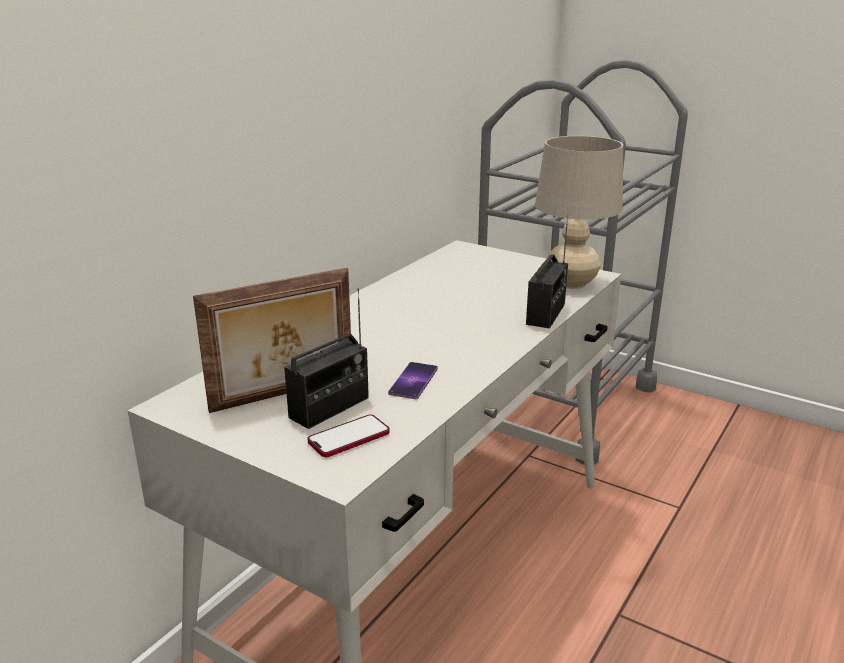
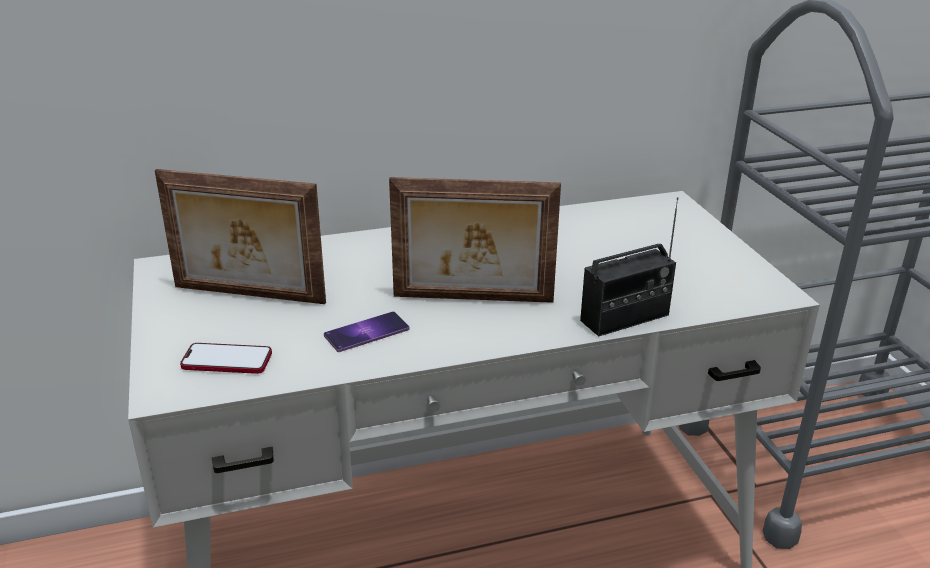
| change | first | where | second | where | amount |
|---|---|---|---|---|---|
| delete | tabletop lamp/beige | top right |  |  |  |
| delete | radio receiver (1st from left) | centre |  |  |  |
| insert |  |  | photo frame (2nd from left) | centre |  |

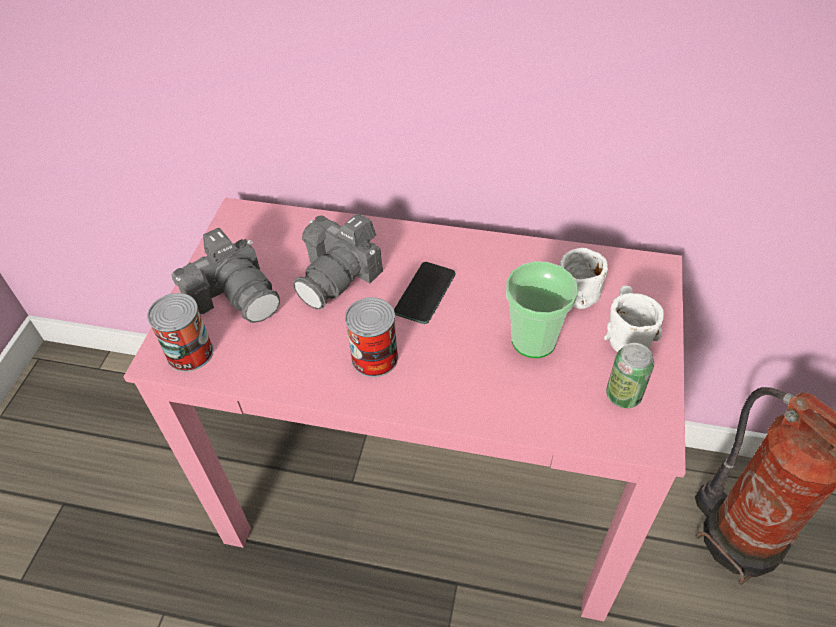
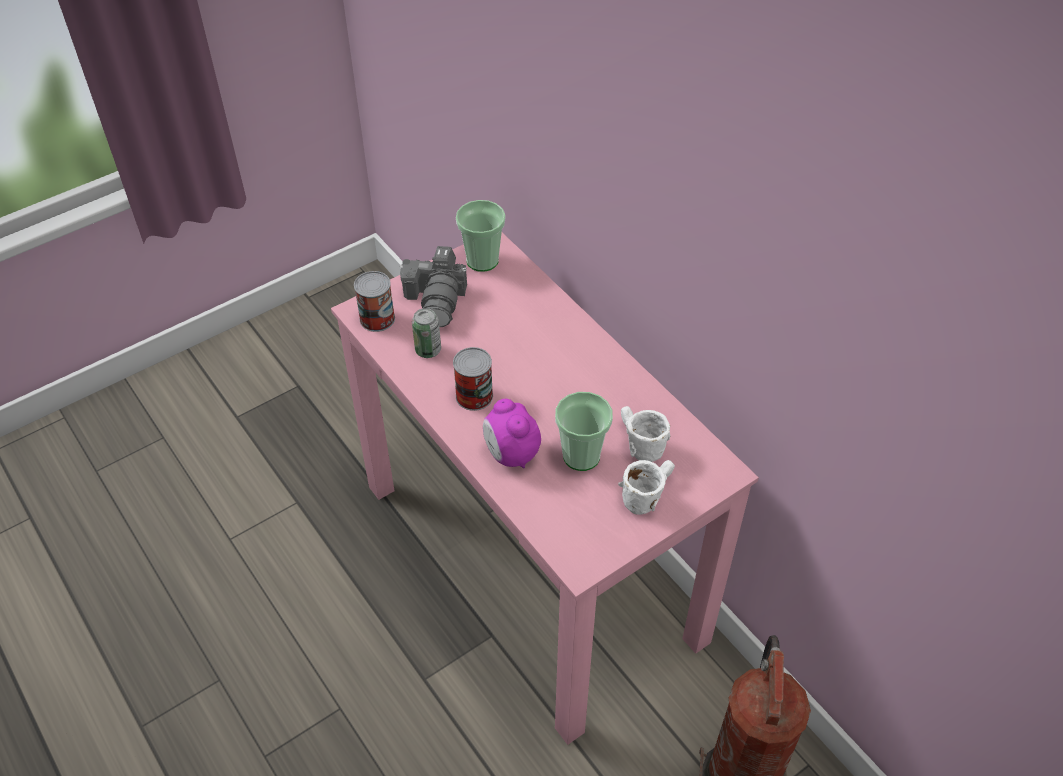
| change | first | where | second | where | amount |
|---|---|---|---|---|---|
| delete | photo camera (2nd from left) | centre |  |  |  |
| delete | handset | centre |  |  |  |
| move | can (3rd from left in the first image) | middle right | can (2nd from left) | centre |  |
| insert |  |  | small cup (1st from left) | top centre |  |
| insert |  |  | alarm clock | centre |  |

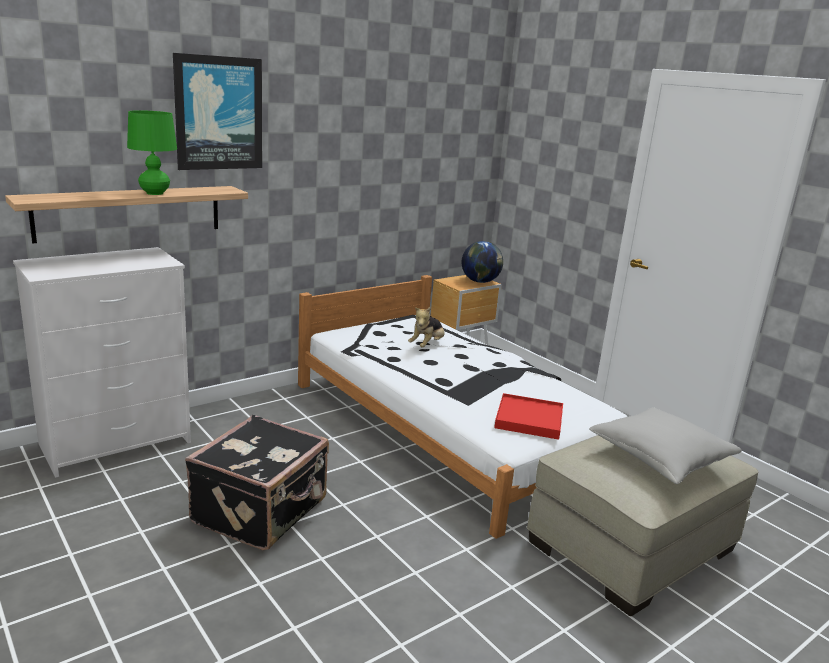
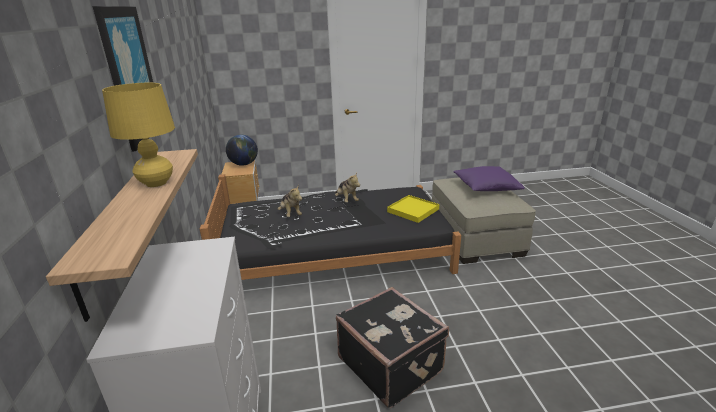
| change | first | where | second | where | amount |
|---|---|---|---|---|---|
| recolor | tabletop lamp/green | top left | tabletop lamp/yellow | top left |  |
| recolor | bedroom bed/white | centre | bedroom bed/black | centre |  |
| recolor | carrying tray/reddish | centre | carrying tray/yellow | centre |  |
| recolor | throw pillow/gray | bottom right | throw pillow/purple-coloured | middle right |  |
| insert |  |  | cuddly toy (2nd from left) | centre |  |

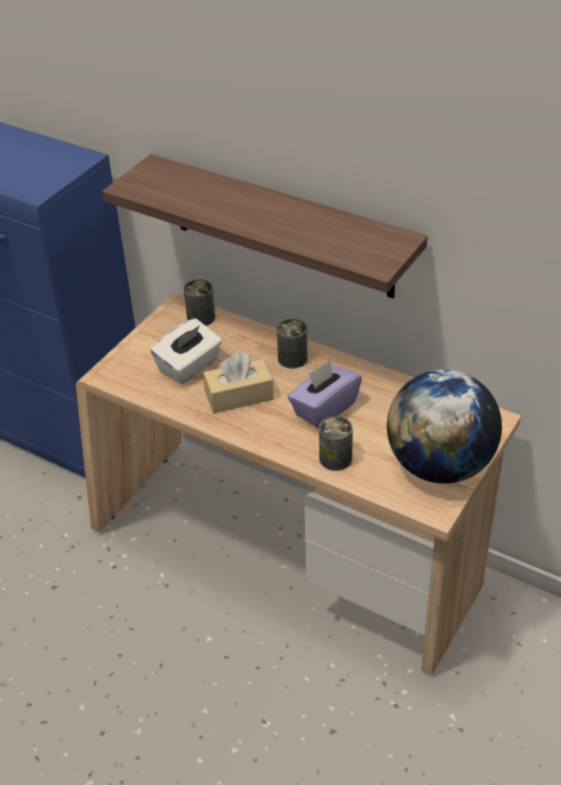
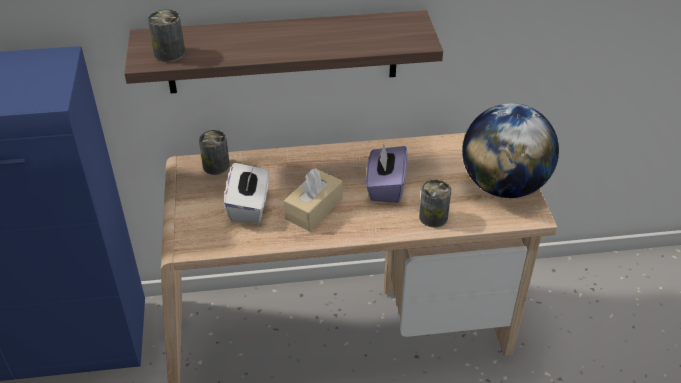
| change | first | where | second | where | amount |
|---|---|---|---|---|---|
| move | can (2nd from left in the first image) | centre | can (1st from left) | top left |  |

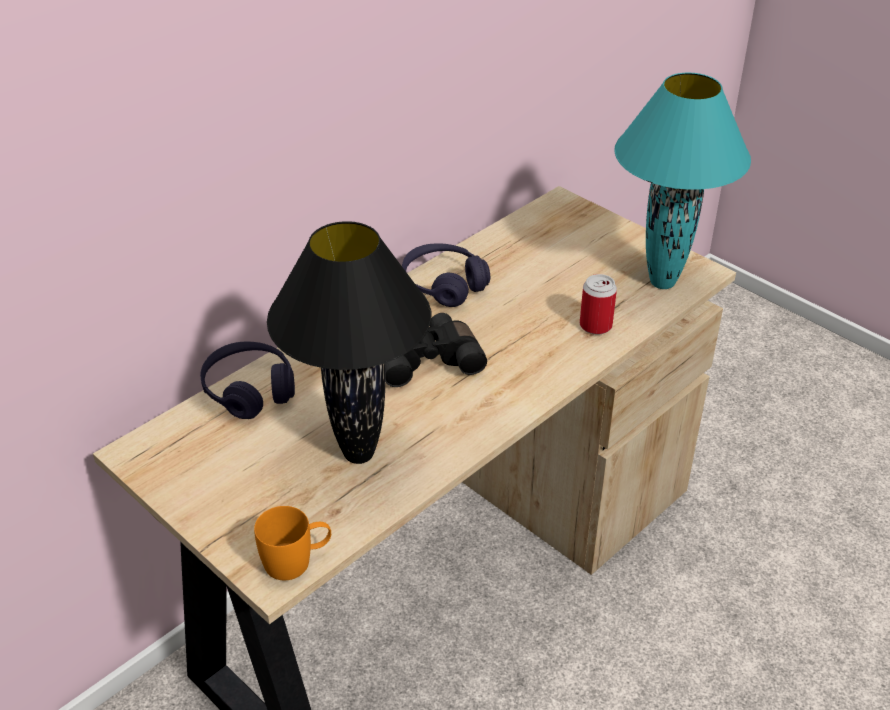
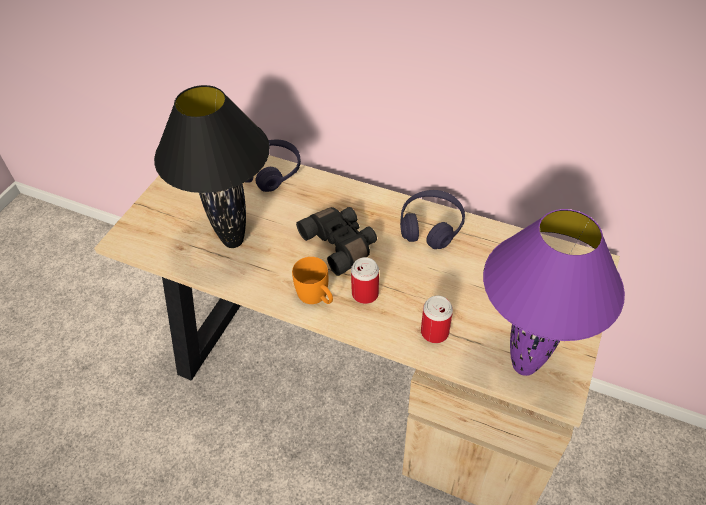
| change | first | where | second | where | amount |
|---|---|---|---|---|---|
| recolor | tabletop lamp/turquoise | top right | tabletop lamp/purple-coloured | middle right |  |
| move | tea mug/orangey | bottom left |  | centre |  |
| insert |  |  | can (1st from left) | centre |  |

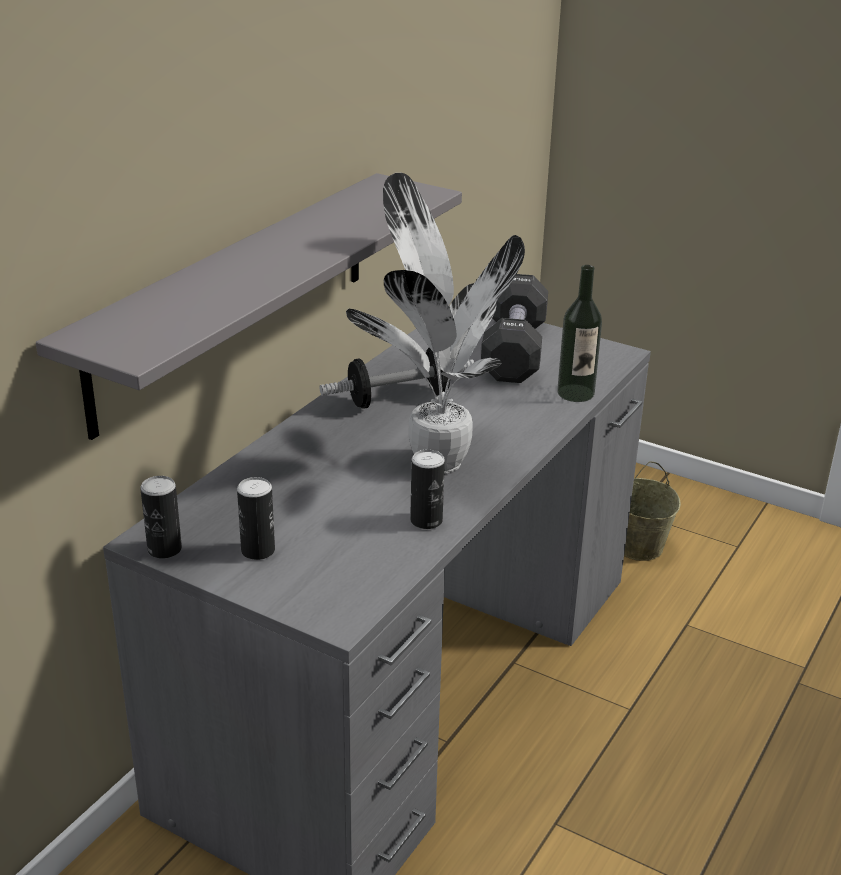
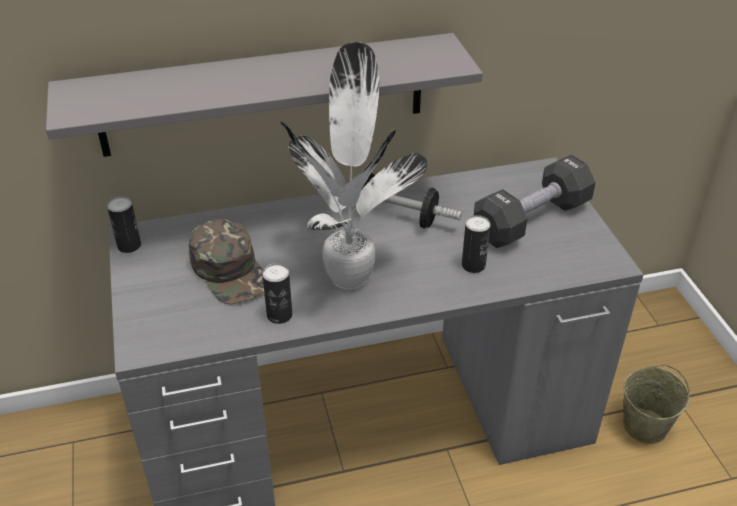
| change | first | where | second | where | amount |
|---|---|---|---|---|---|
| delete | beverage bottle | middle right |  |  |  |
| move | can (2nd from left in the first image) | middle left | can (3rd from left) | centre |  |
| insert |  |  | baseball cap/green | middle left |  |

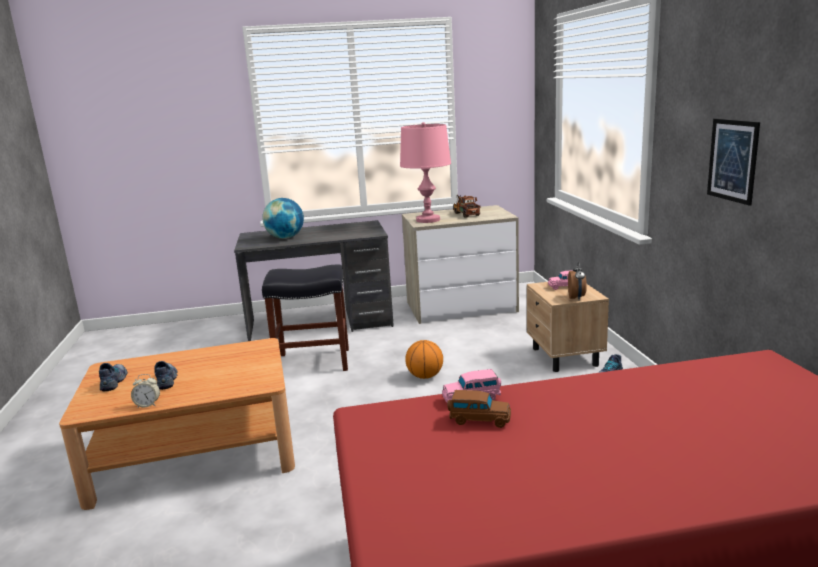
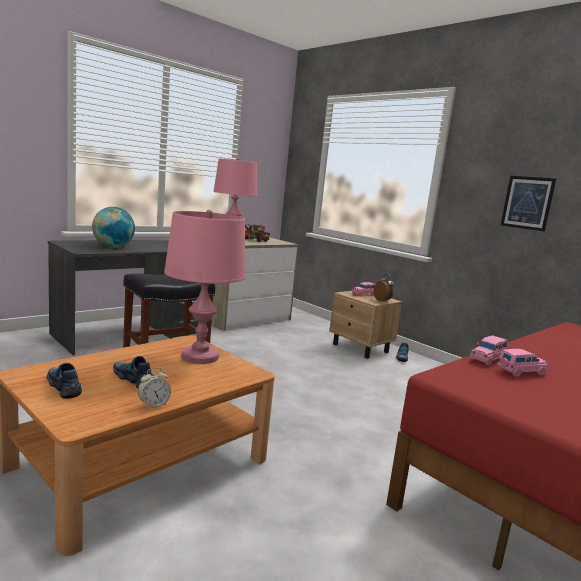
| change | first | where | second | where | amount |
|---|---|---|---|---|---|
| delete | basketball ball | centre |  |  |  |
| recolor | model car/brown-coloured | bottom centre | model car/pinkish (3rd from left) | middle right |  |
| insert |  |  | tabletop lamp/pinkish (1st from left) | centre |  |

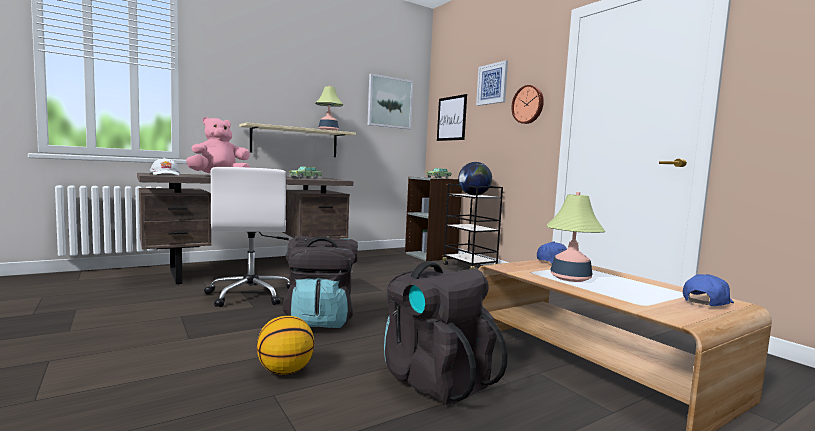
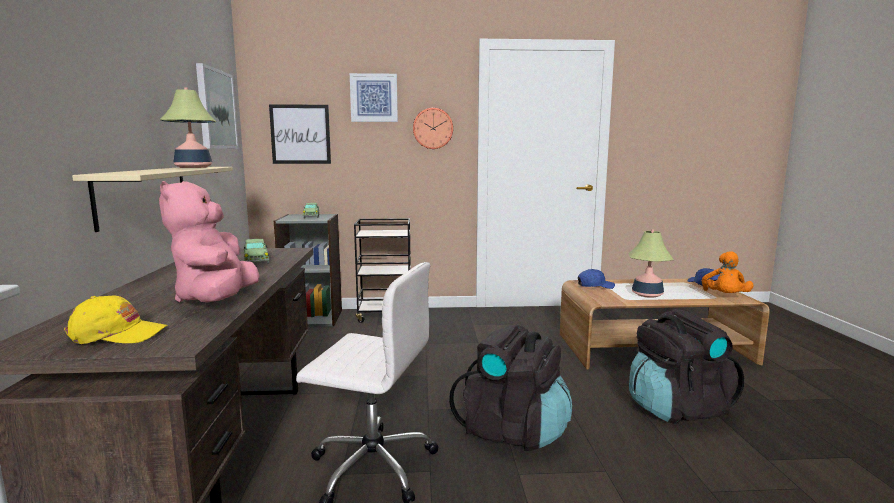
| change | first | where | second | where | amount |
|---|---|---|---|---|---|
| recolor | baseball cap/white | middle left | baseball cap/yellow | middle left |  |
| delete | world globe | centre |  |  |  |
| delete | basketball ball | bottom centre |  |  |  |
| insert |  |  | cuddly toy/orangey | middle right |  |

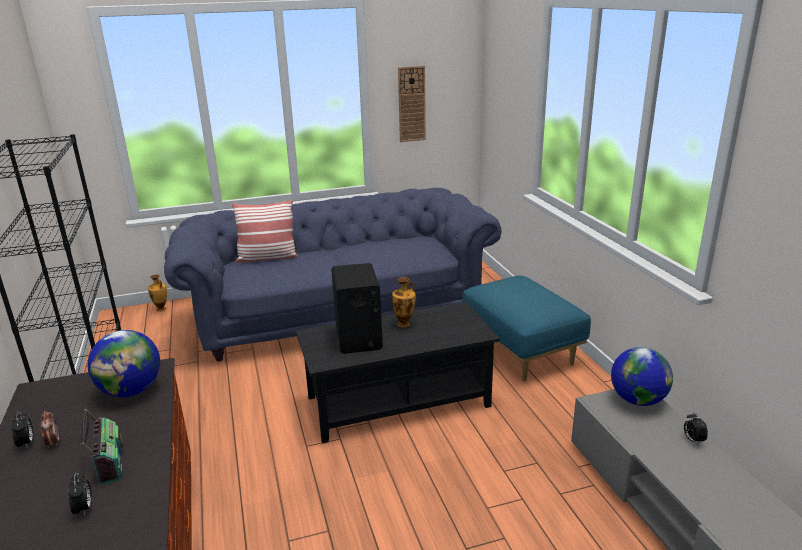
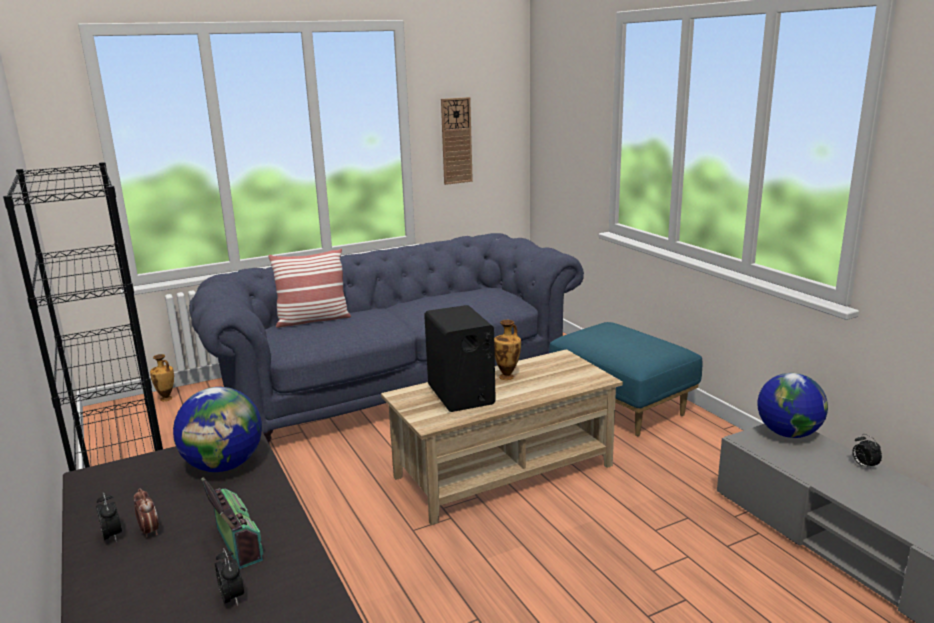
| change | first | where | second | where | amount |
|---|---|---|---|---|---|
| recolor | lounge table/black | bottom centre | lounge table/beige | bottom centre |  |

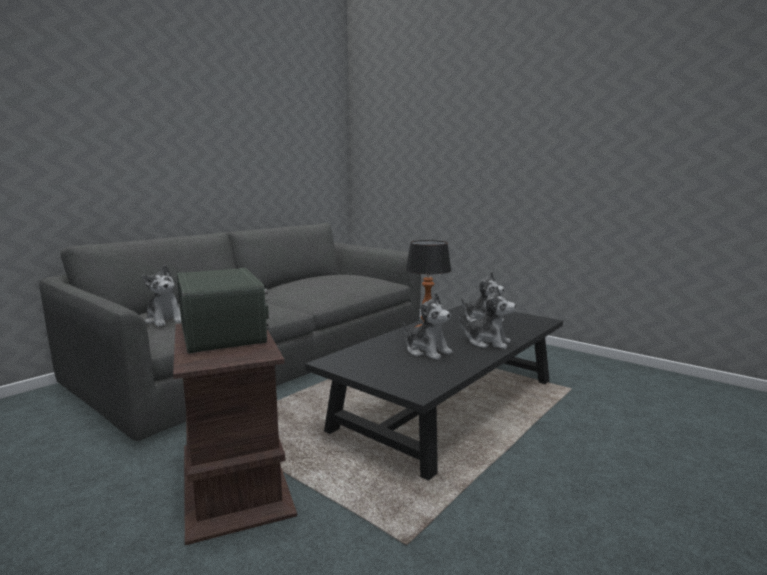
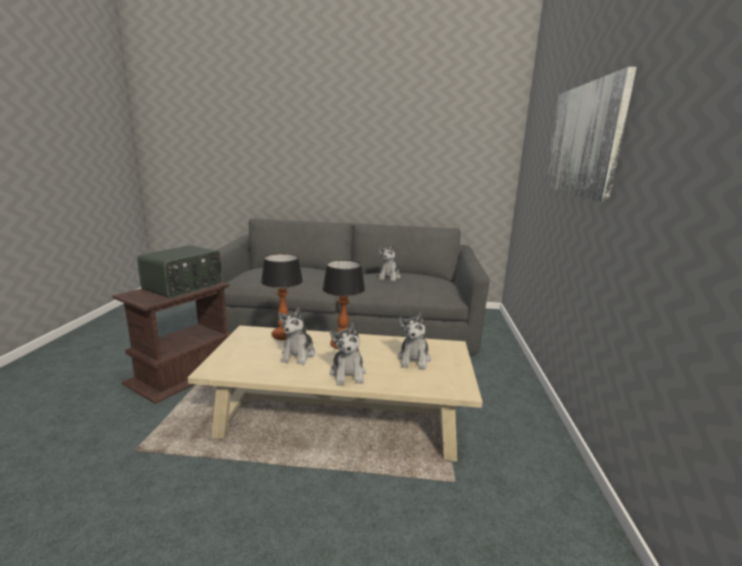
| change | first | where | second | where | amount |
|---|---|---|---|---|---|
| move | cuddly toy (1st from left in the first image) | middle left | cuddly toy (3rd from left) | centre |  |
| recolor | lounge table/black | bottom centre | lounge table/beige | bottom centre |  |
| insert |  |  | wall art | top right |  |
| insert |  |  | tabletop lamp (1st from left) | centre |  |

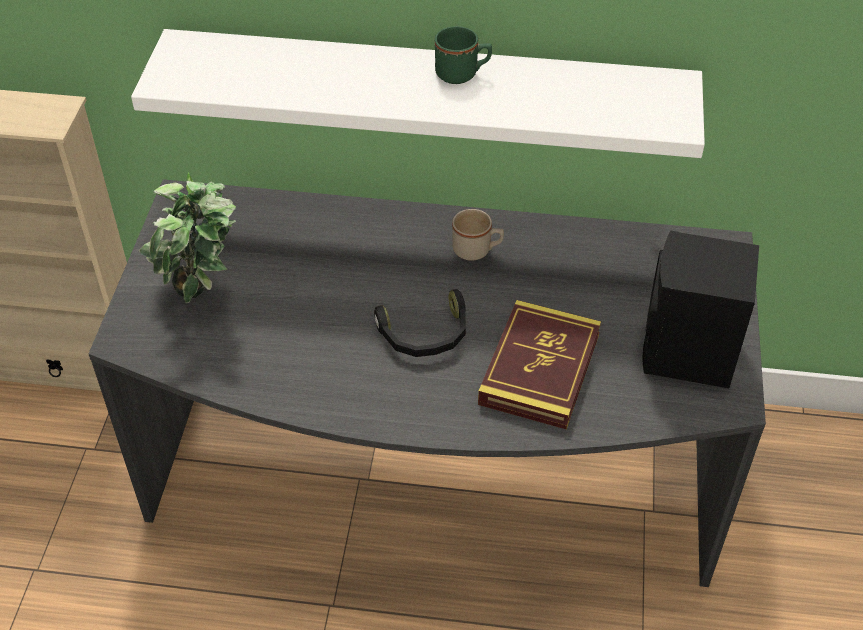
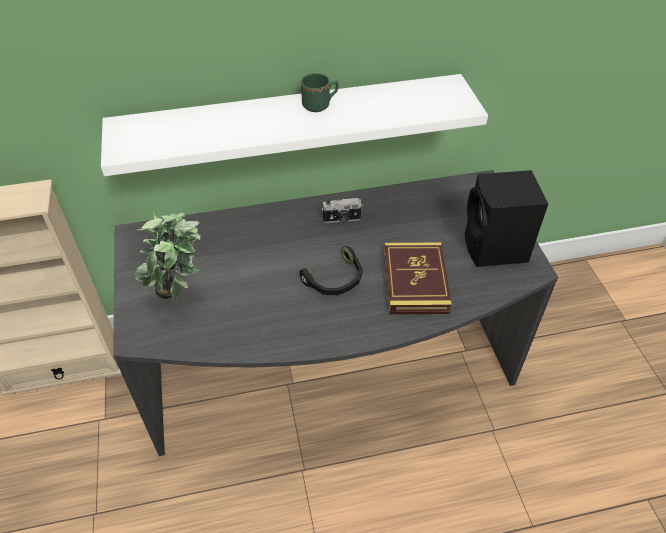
| change | first | where | second | where | amount |
|---|---|---|---|---|---|
| replace | tea mug/beige | centre | photo camera | centre |  |

